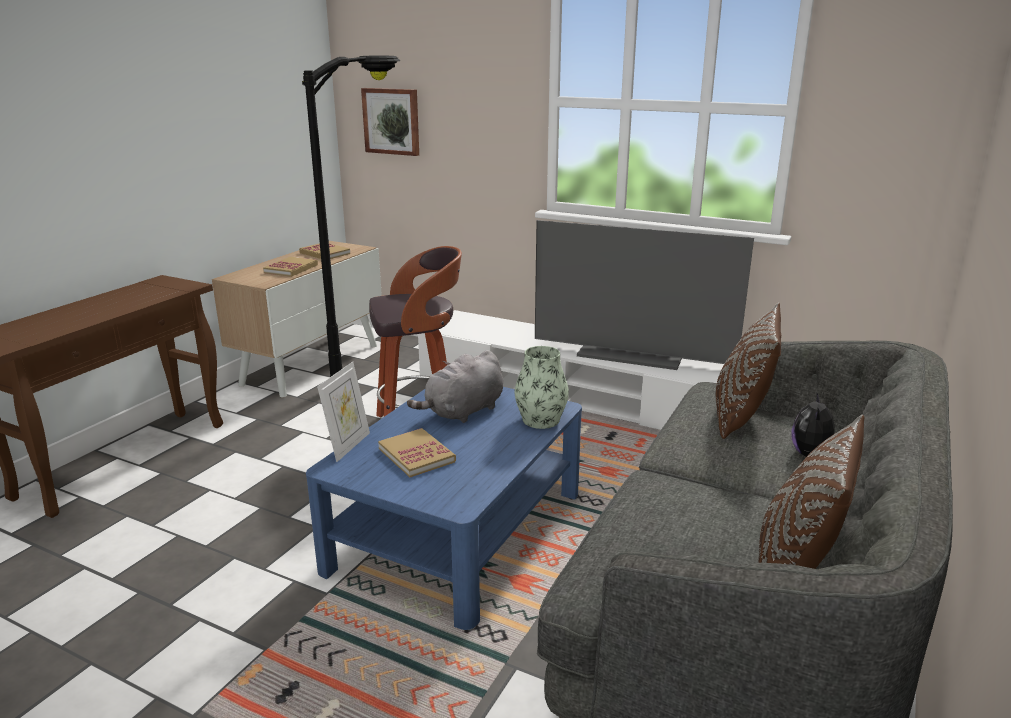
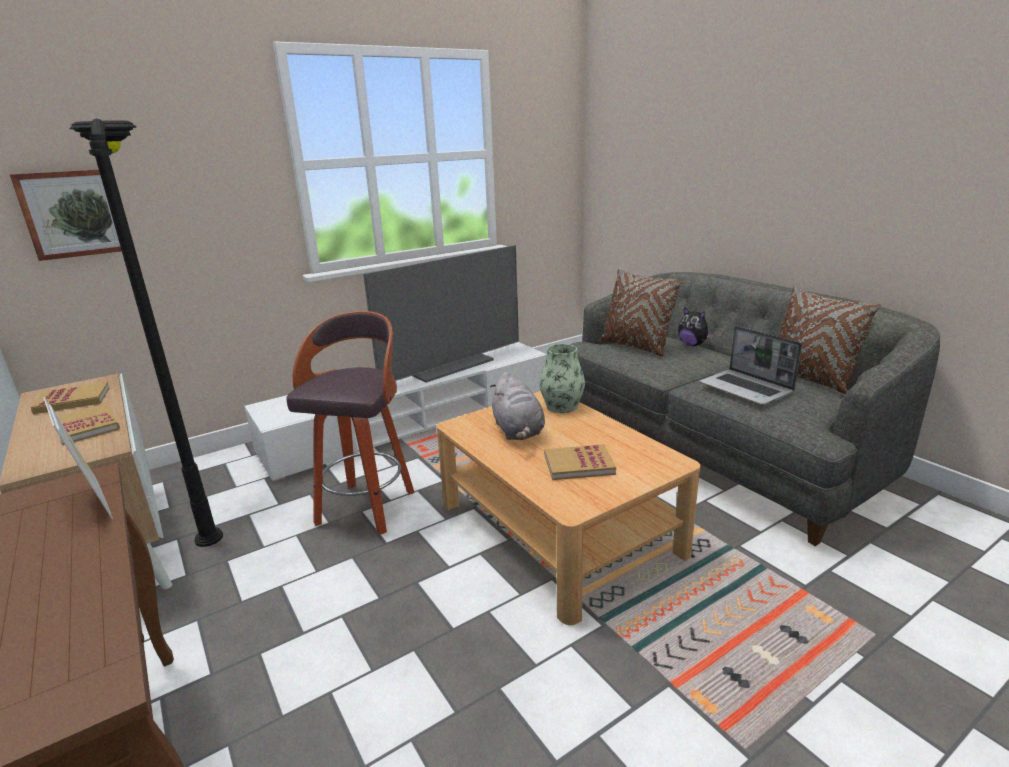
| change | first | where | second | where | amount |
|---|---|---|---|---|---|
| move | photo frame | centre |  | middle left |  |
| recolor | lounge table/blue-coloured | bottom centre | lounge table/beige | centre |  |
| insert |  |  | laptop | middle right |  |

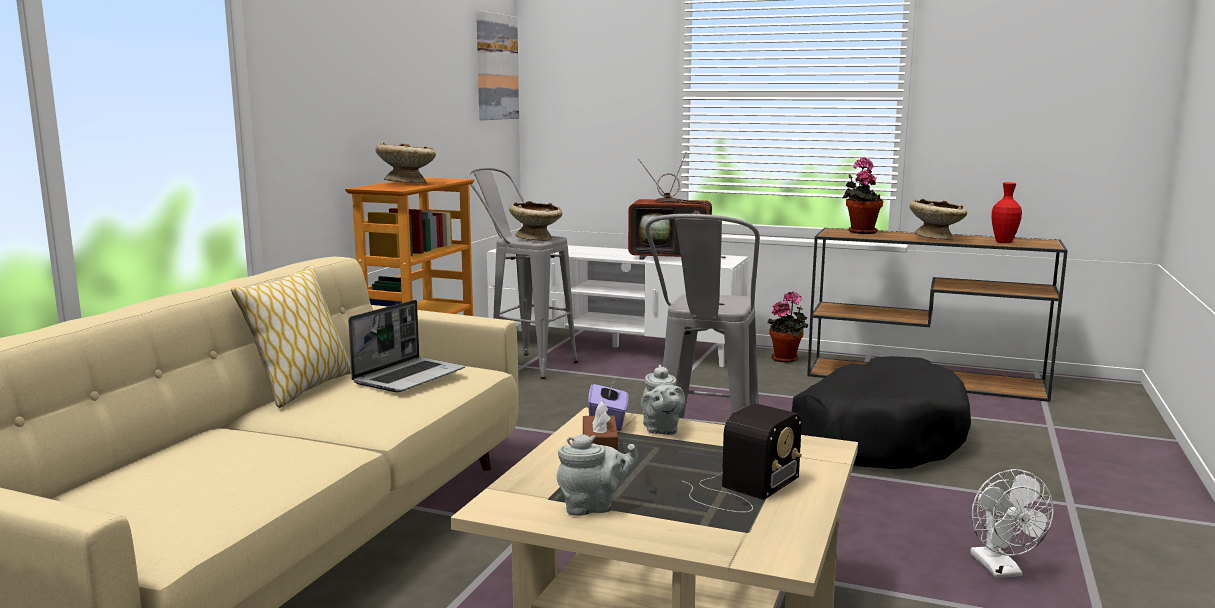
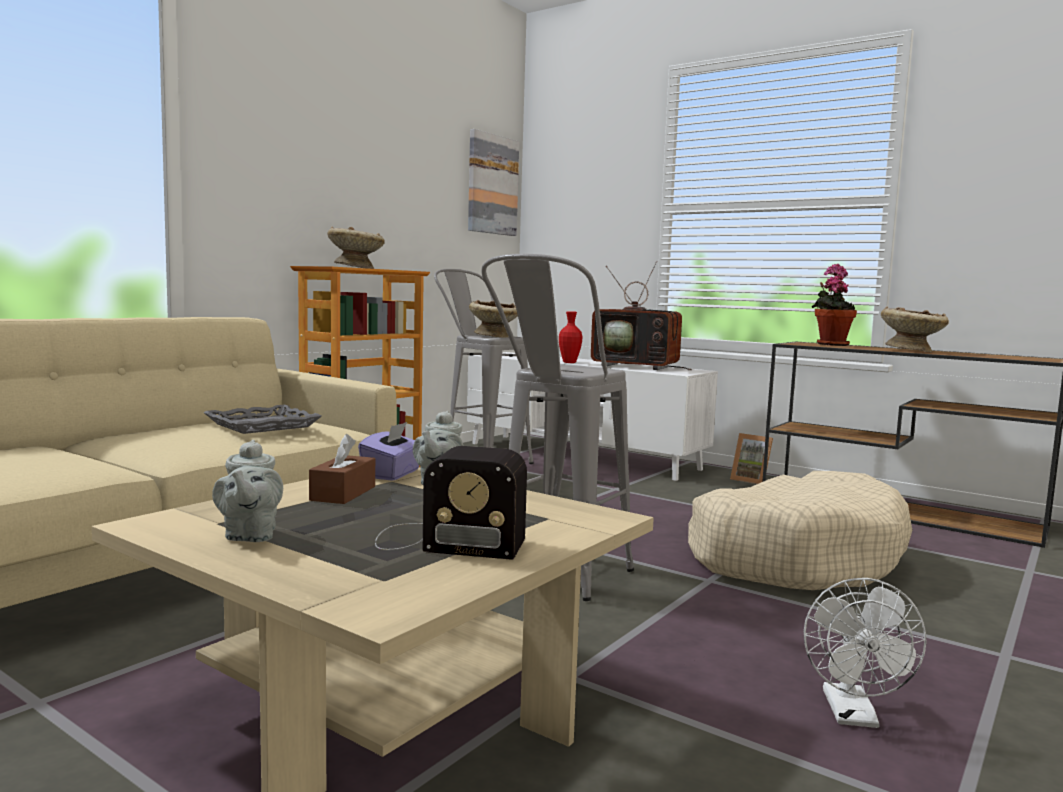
| change | first | where | second | where | amount |
|---|---|---|---|---|---|
| move | flower vase/reddish | middle right |  | centre |  |
| delete | throw pillow | middle left |  |  |  |
| replace | houseplant (1st from left) | centre | photo frame | middle right |  |
| replace | laptop | centre | carrying tray/gray | middle left |  |
| recolor | pet bed/black | bottom right | pet bed/beige | bottom right |  |
| rotate | radio receiver | bottom centre |  | centre | 45 degrees clockwise |
| rotate | pot for tea/gray (1st from left) | bottom centre |  | middle left | 75 degrees clockwise |

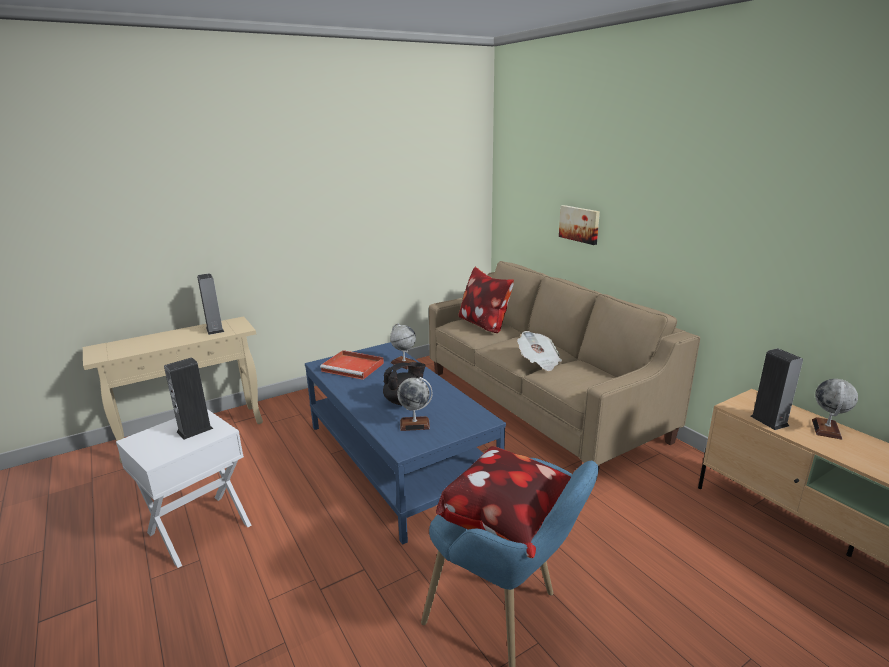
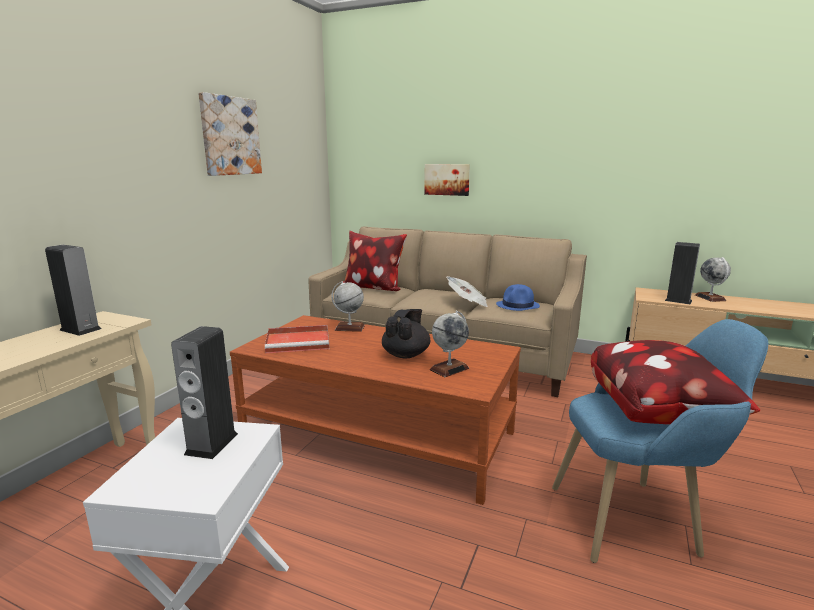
| change | first | where | second | where | amount |
|---|---|---|---|---|---|
| recolor | lounge table/blue-coloured | centre | lounge table/brown-coloured | bottom centre |  |
| insert |  |  | wall art (1st from left) | top left |  |
| insert |  |  | clothing hat/blue-coloured | centre |  |

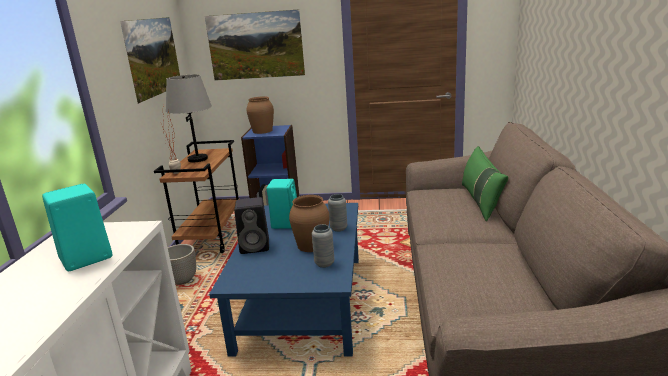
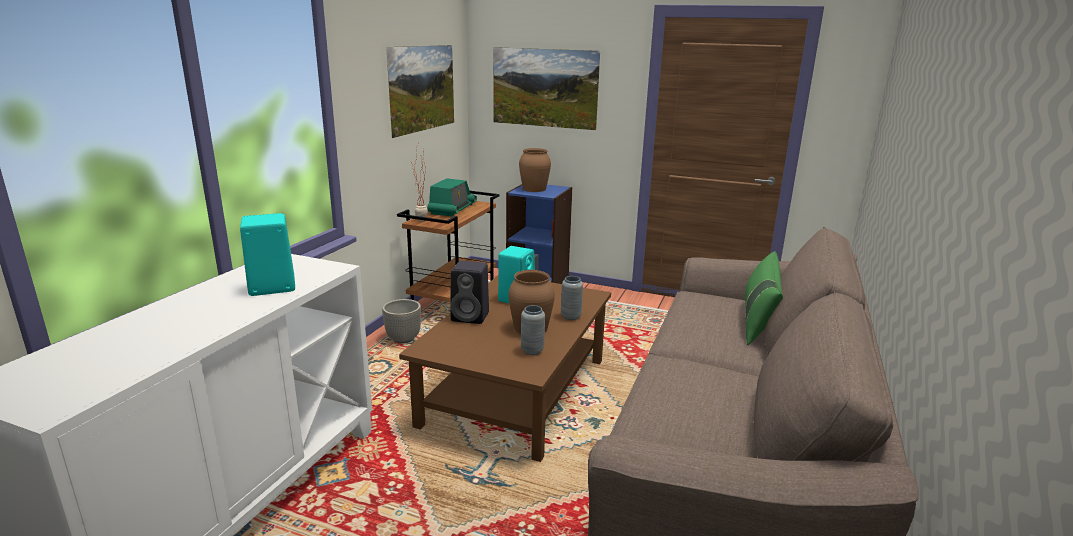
| change | first | where | second | where | amount |
|---|---|---|---|---|---|
| replace | tabletop lamp/gray | top left | radio receiver | centre |  |
| recolor | lounge table/blue-coloured | bottom centre | lounge table/brown-coloured | bottom centre |  |

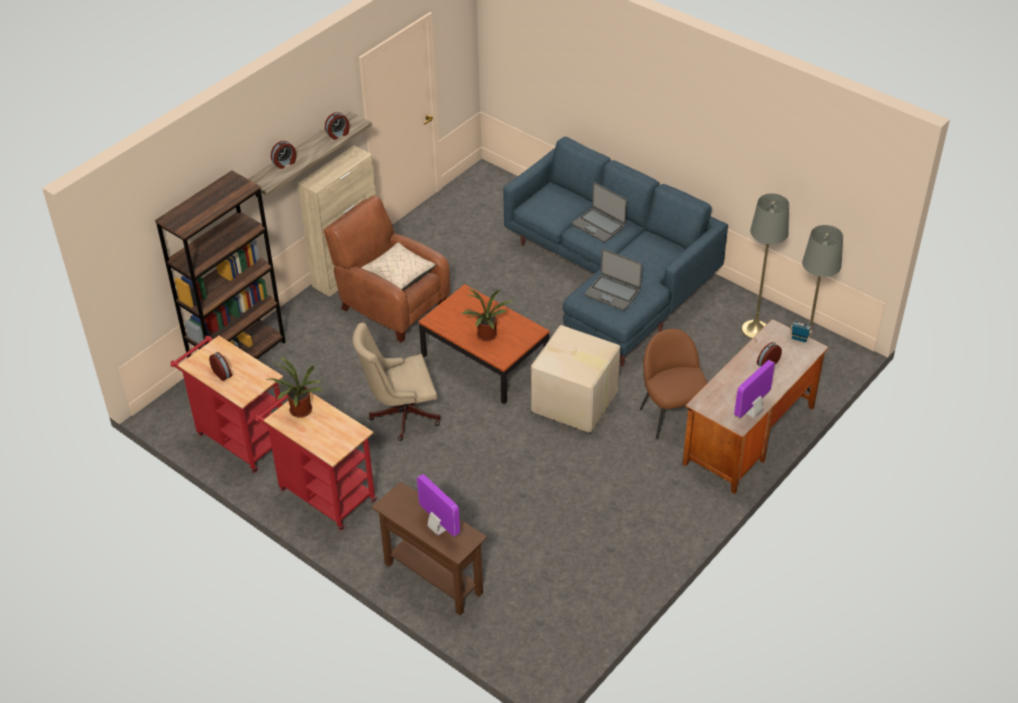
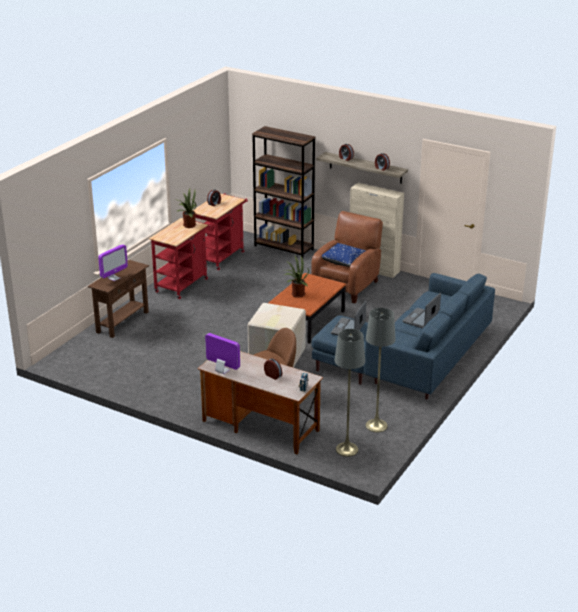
| change | first | where | second | where | amount |
|---|---|---|---|---|---|
| recolor | throw pillow/beige | centre | throw pillow/blue-coloured | centre |  |
| delete | computer chair/beige | centre |  |  |  |

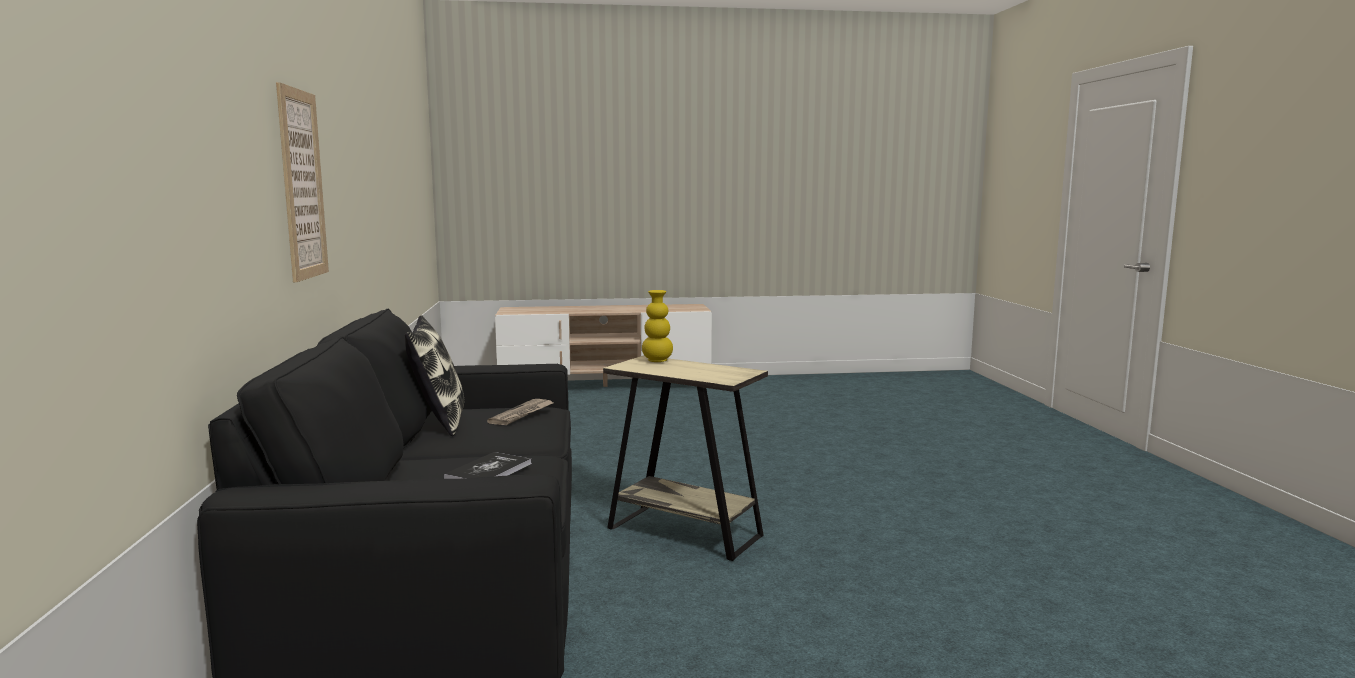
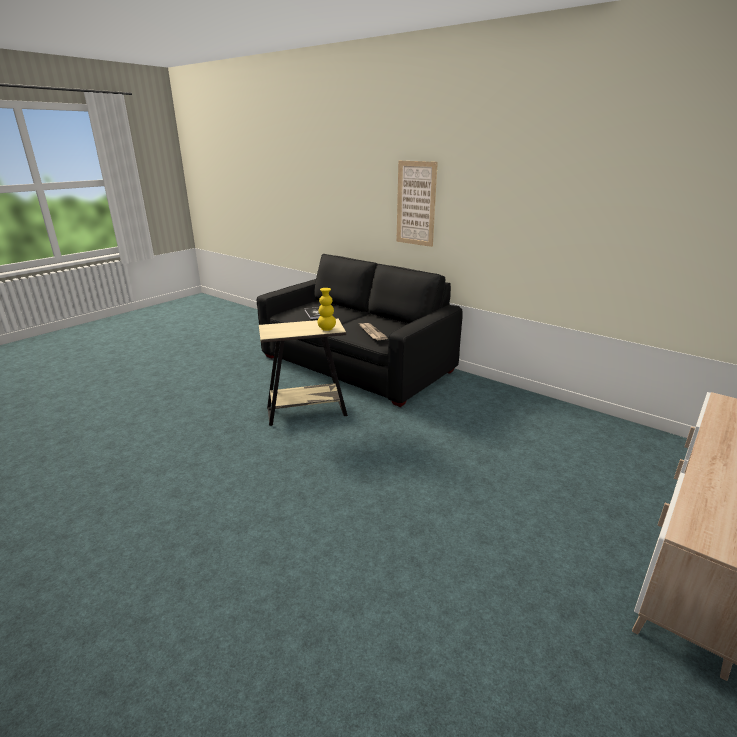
| change | first | where | second | where | amount |
|---|---|---|---|---|---|
| delete | throw pillow | middle left |  |  |  |

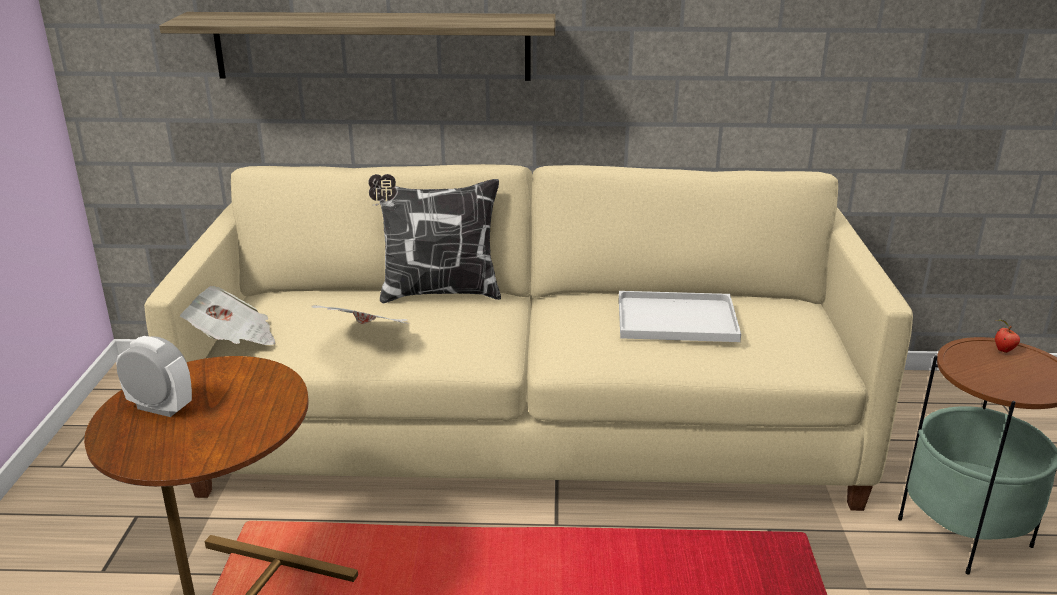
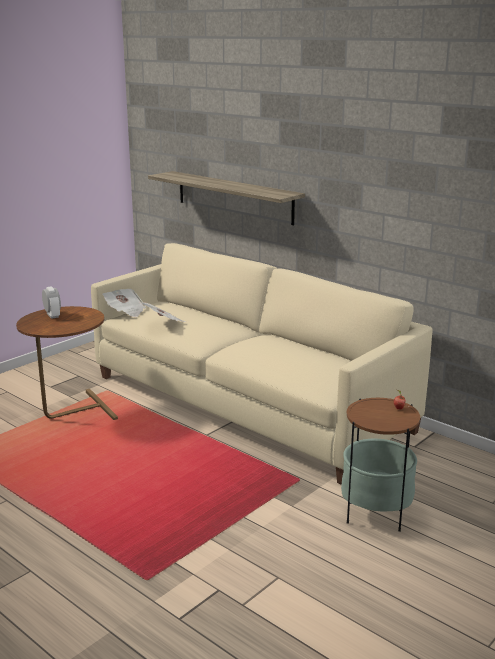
| change | first | where | second | where | amount |
|---|---|---|---|---|---|
| delete | throw pillow | centre |  |  |  |
| delete | carrying tray/white | centre |  |  |  |

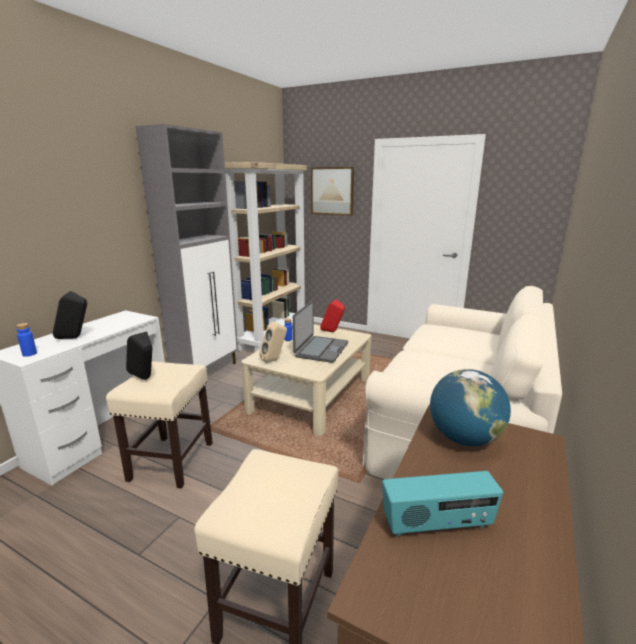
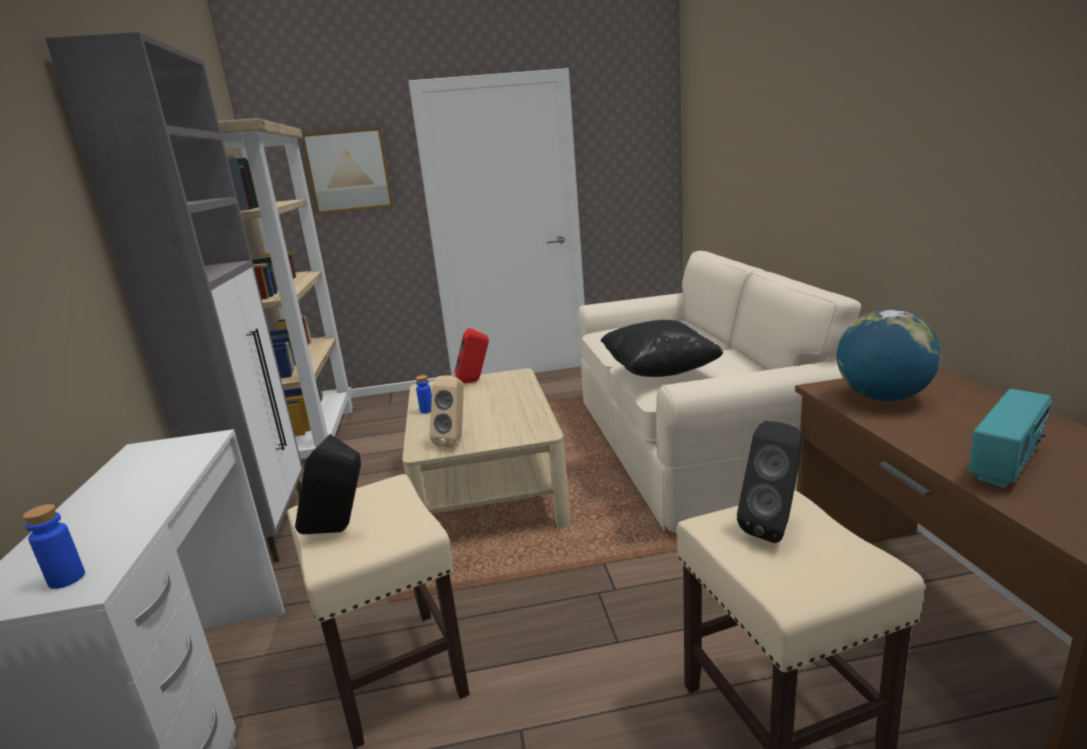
| change | first | where | second | where | amount |
|---|---|---|---|---|---|
| move | audio speaker/black (1st from left in the first image) | middle left | audio speaker/black (2nd from left) | middle right |  |
| delete | laptop | centre |  |  |  |
| insert |  |  | throw pillow/black | centre |  |

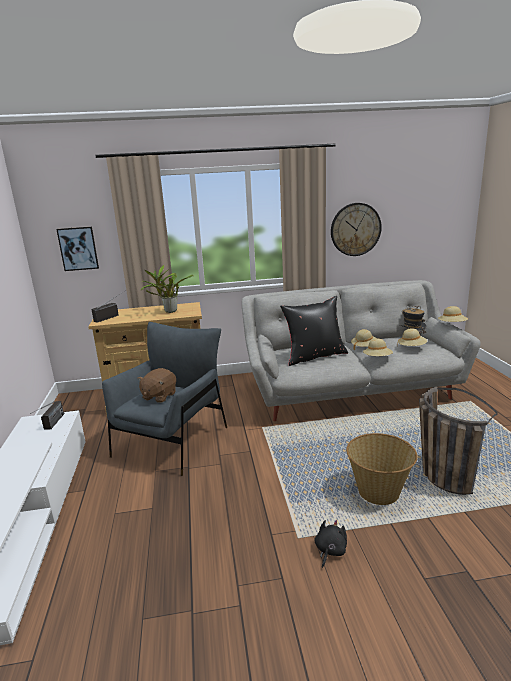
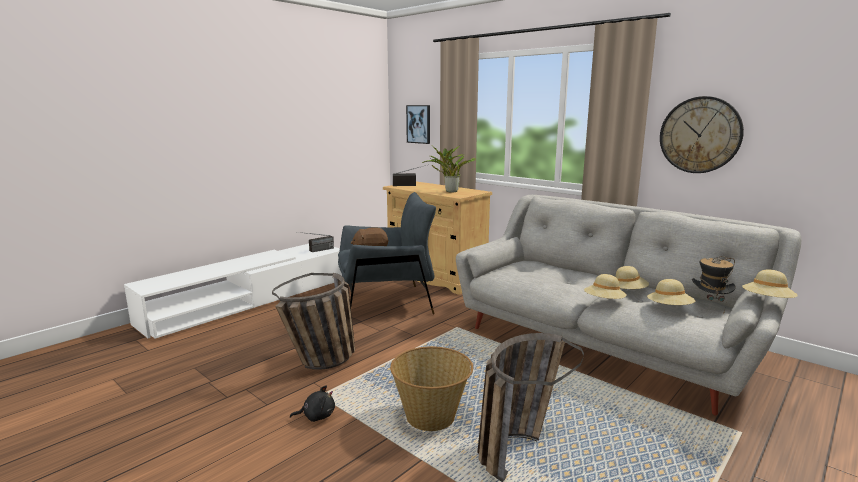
| change | first | where | second | where | amount |
|---|---|---|---|---|---|
| delete | throw pillow/black | centre |  |  |  |
| insert |  |  | household basket (1st from left) | centre |  |

